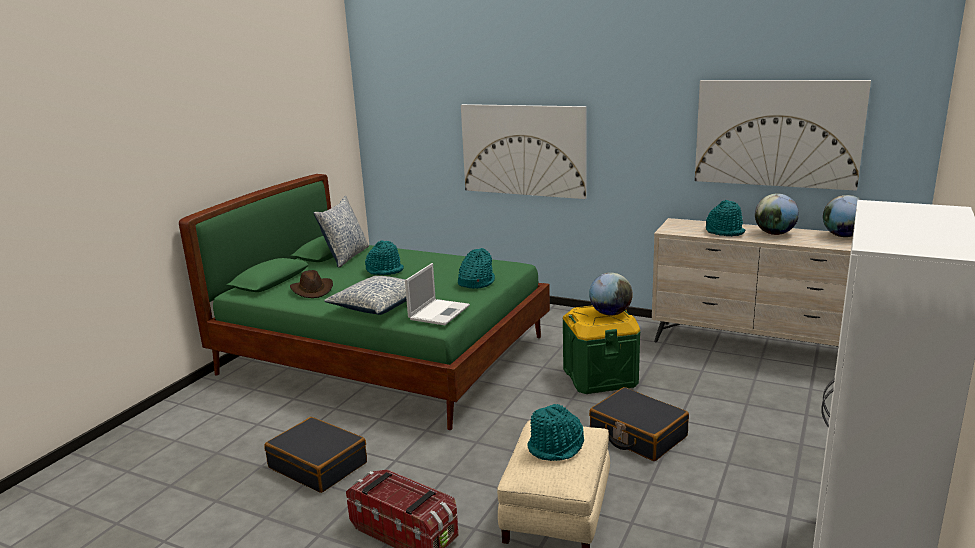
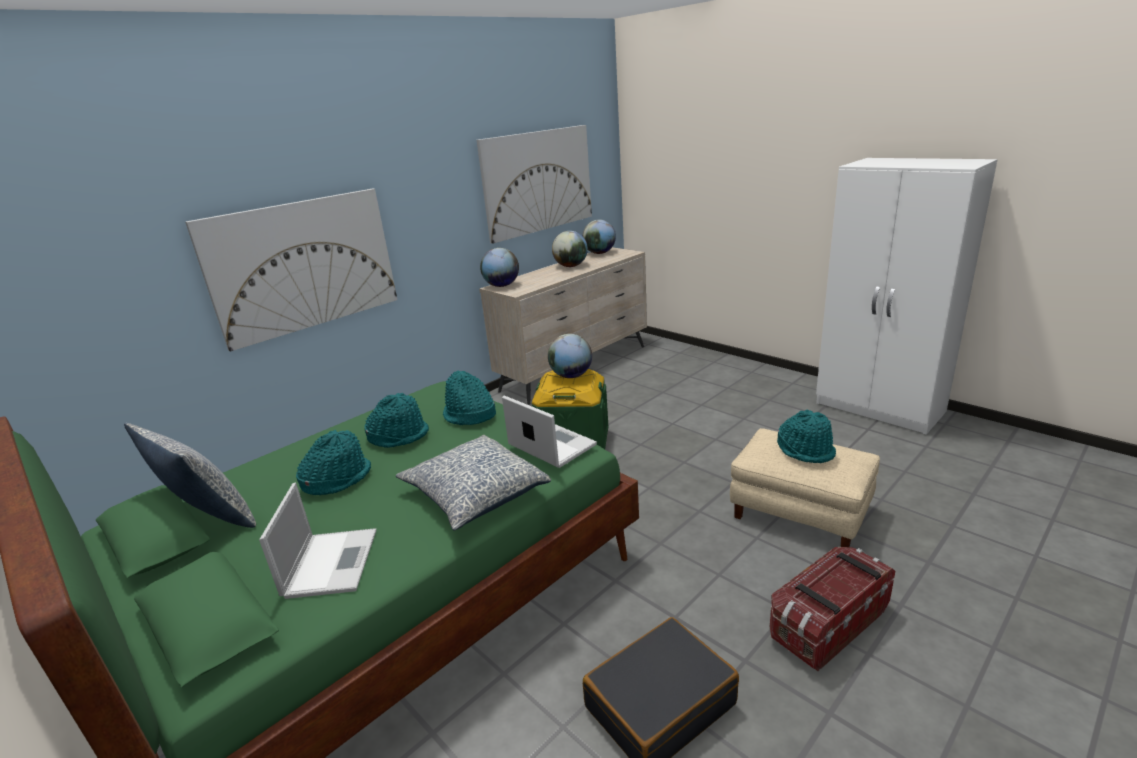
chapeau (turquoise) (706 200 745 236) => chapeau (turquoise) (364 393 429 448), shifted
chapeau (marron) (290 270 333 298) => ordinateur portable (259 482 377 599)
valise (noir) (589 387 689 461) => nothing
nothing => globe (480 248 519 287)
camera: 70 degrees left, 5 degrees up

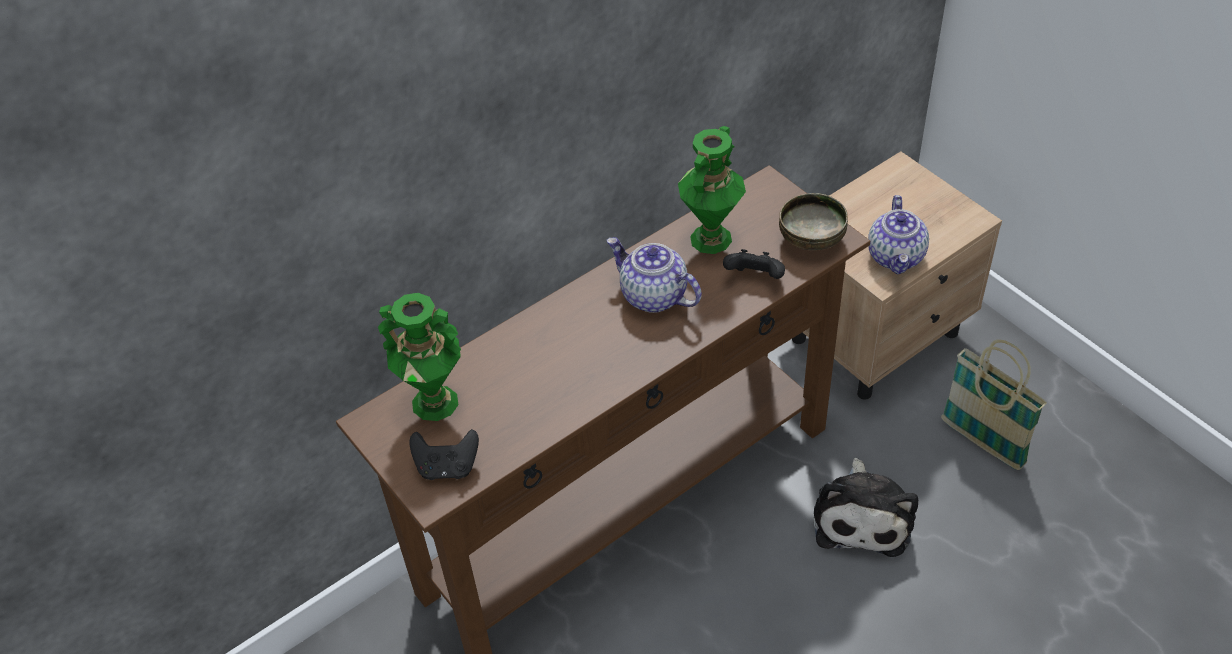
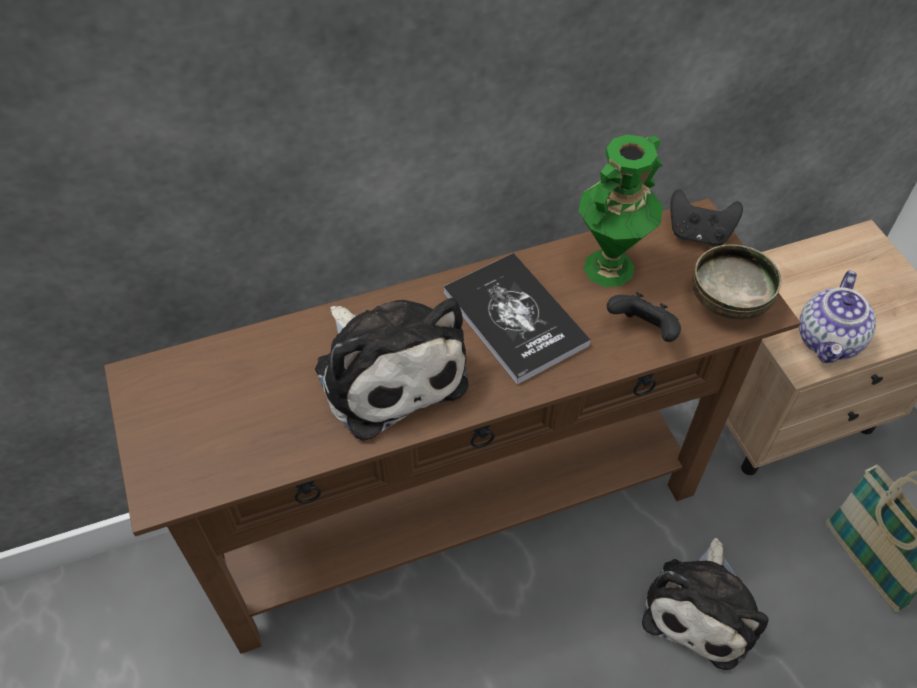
théière (607 237 702 313) => livre (443 253 591 385)
vase (vert) (378 293 461 421) => nothing
manette (noir) (410 429 479 480) => manette (noir) (670 189 743 246), shifted
nothing => peluche (315 298 469 441)
camera: 15 degrees right, 5 degrees up

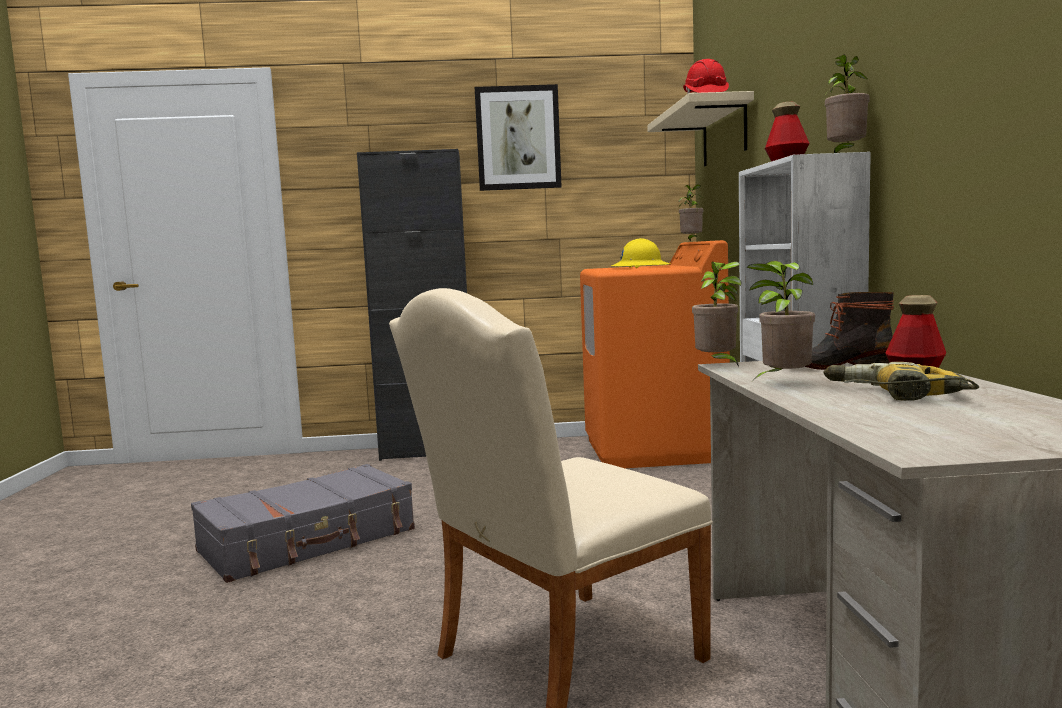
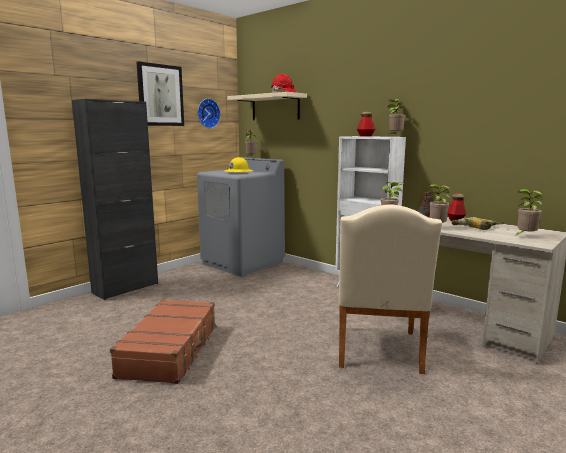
lave-linge (orange) (580 240 730 468) => lave-linge (gris) (197 157 285 276)
valise (gris) (191 464 415 583) => valise (marron) (110 299 217 384)
nothing => horloge murale (198 99 221 128)
nothing => plante en pot (514 189 543 237)
camera: 45 degrees left, 5 degrees up

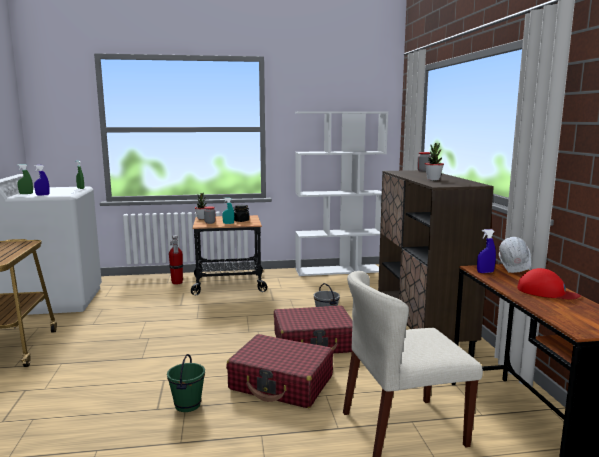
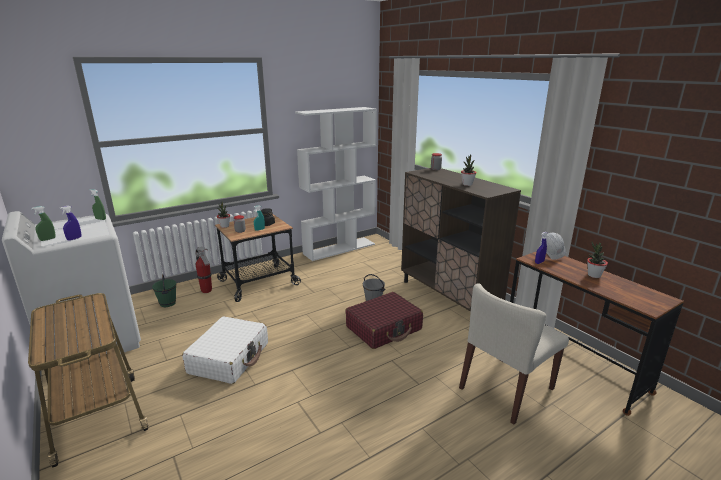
casquette (rouge) (517 268 581 300) => plante en pot (587 242 608 278)
valise (rouge) (226 334 333 408) => nothing
seau (vert) (167 354 205 412) => seau (vert) (152 274 176 307), shifted
nothing => valise (blanc) (182 316 268 384)
camera: 25 degrees left, 10 degrees up

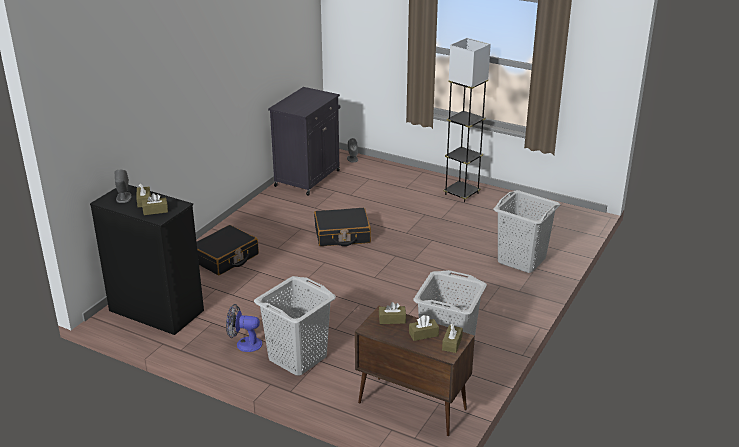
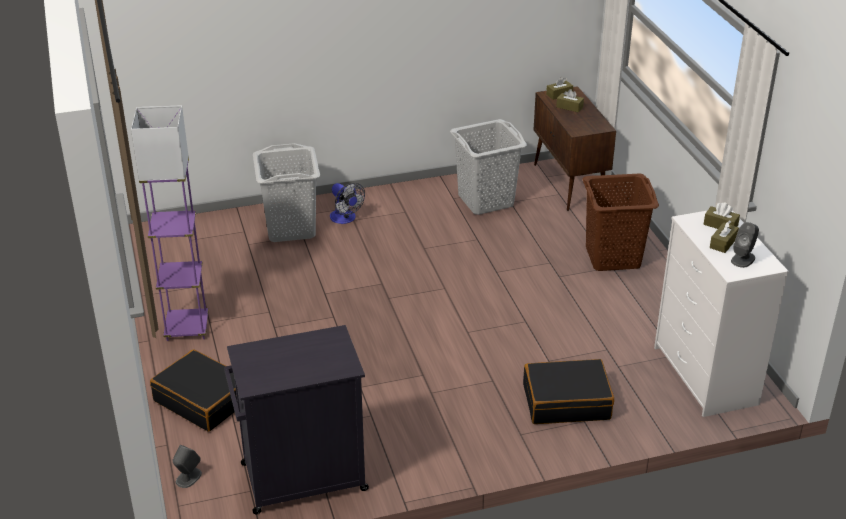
lampadaire (gris) (443 38 491 202) => lampadaire (violet) (131 105 209 341)
commode (noir) (90 185 204 335) => commode (blanc) (654 210 789 417)
valise (noir) (314 208 371 246) => valise (noir) (150 349 237 432), shifted
panier à linge (gris) (254 276 336 376) => panier à linge (marron) (582 174 659 271)
boîte à mouchoirs (marron) (379 302 406 324) => nothing
ventilateur (226 304 262 352) => ventilateur (330 183 365 224), shifted
camera: 135 degrees left, 5 degrees up

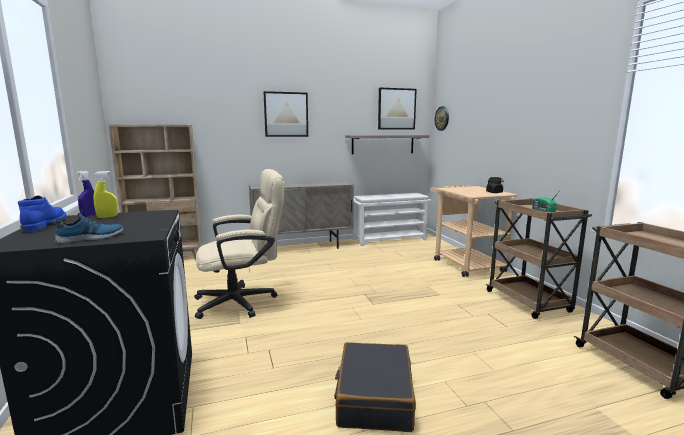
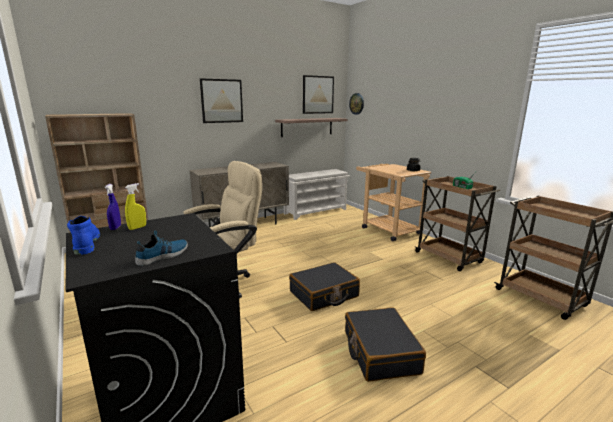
nothing => valise (noir) (289 262 360 311)
camera: 15 degrees left, 5 degrees up

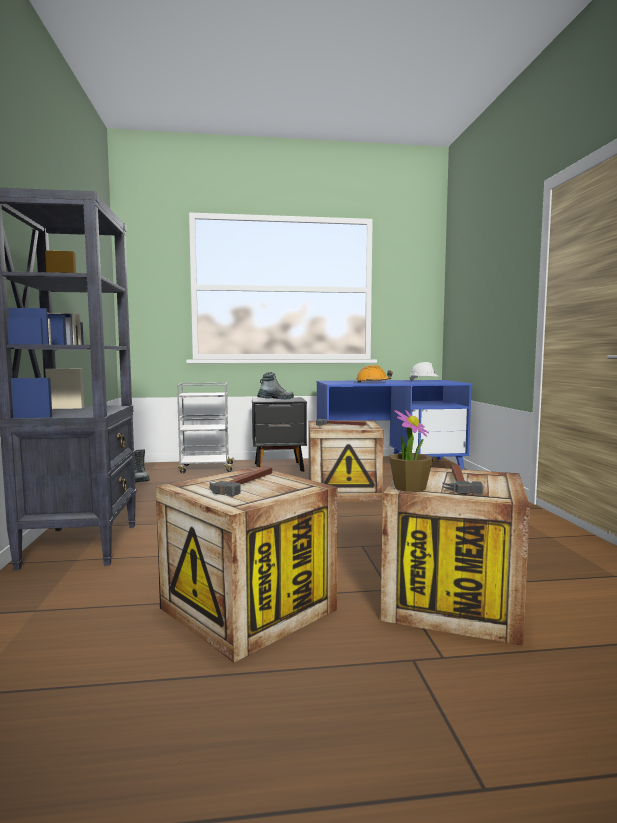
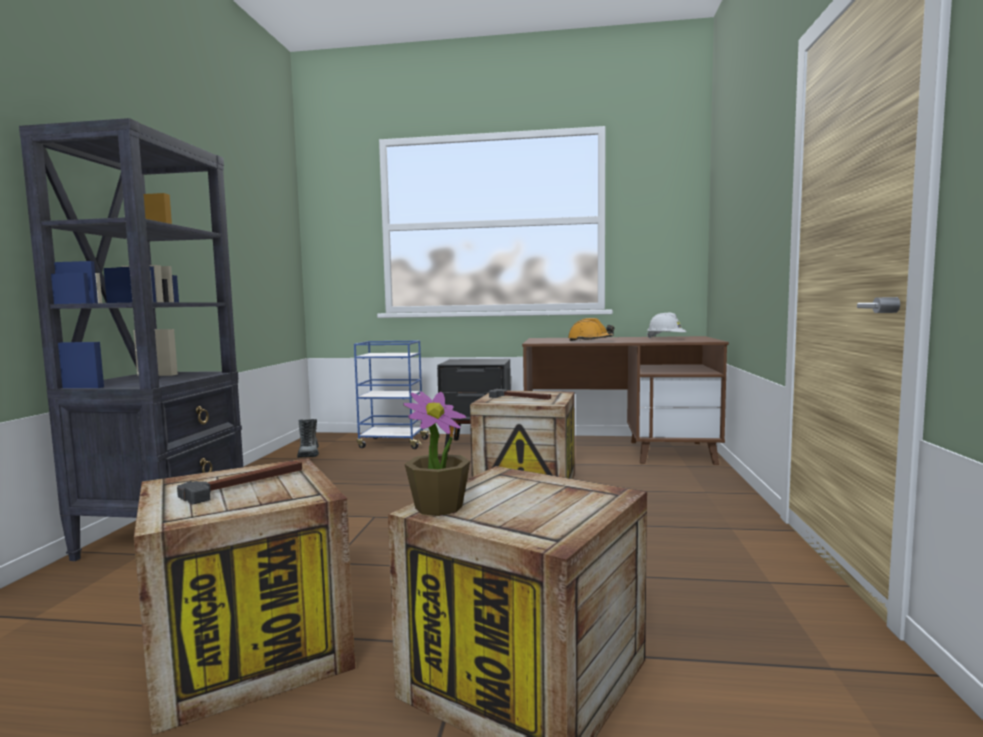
botte (257 372 294 400) => nothing
bureau (bleu) (316 380 473 470) => bureau (marron) (522 336 729 465)
chariot (gris) (177 382 235 473) => chariot (bleu) (354 341 431 449)
marteau (442 465 484 495) => nothing
camera: 15 degrees right, 0 degrees up

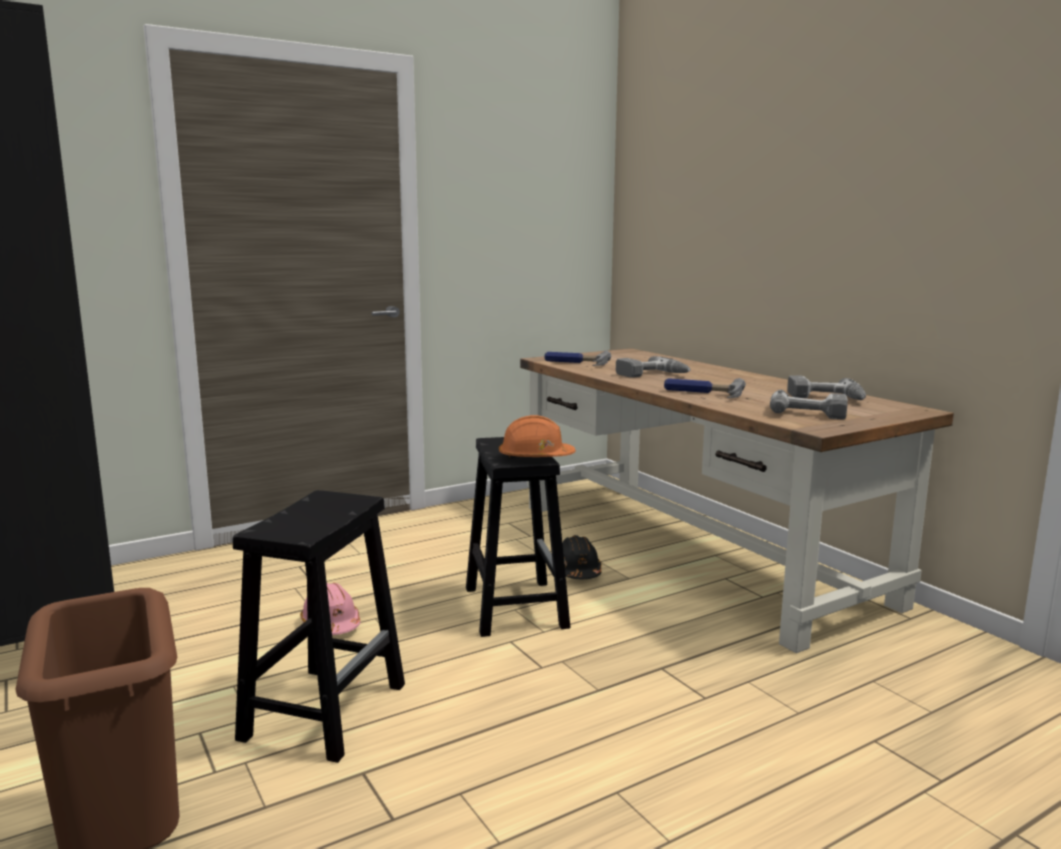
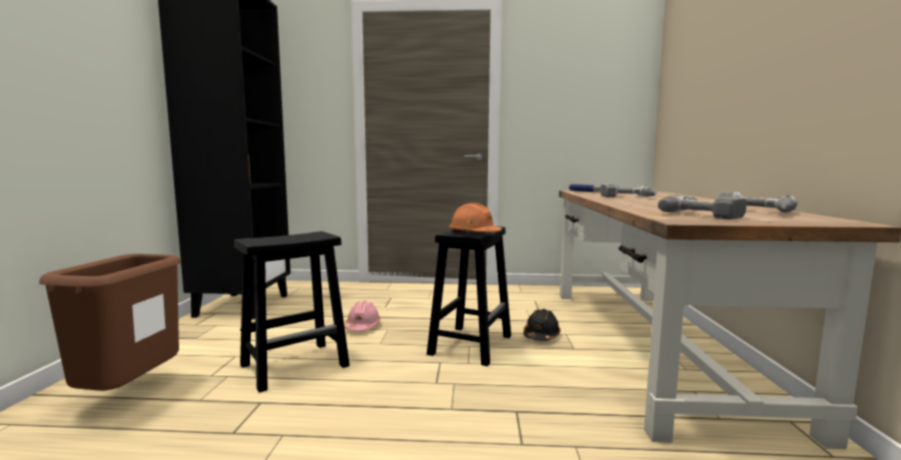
marteau (664 378 746 398) => nothing
camera: 35 degrees right, 5 degrees down

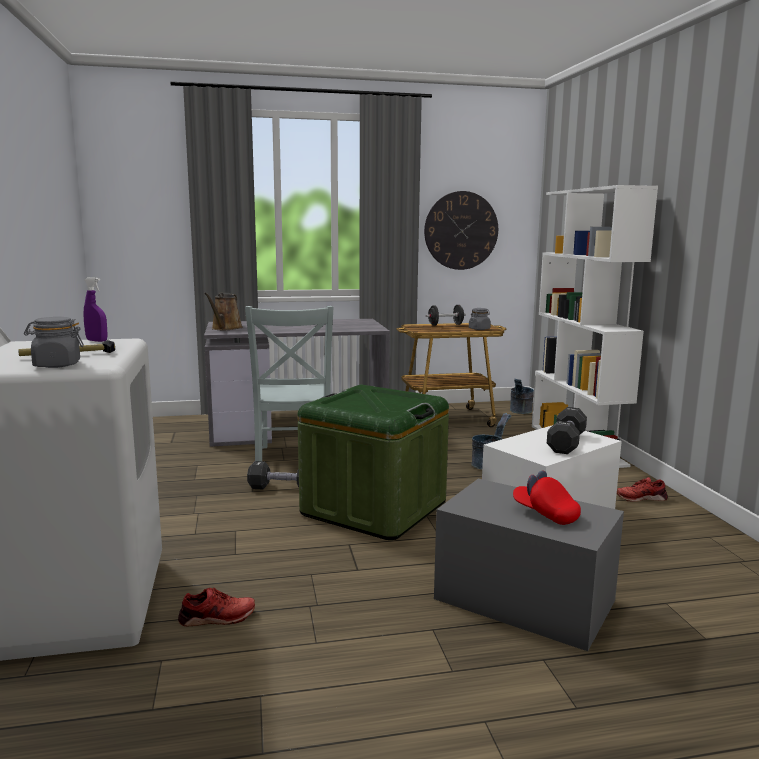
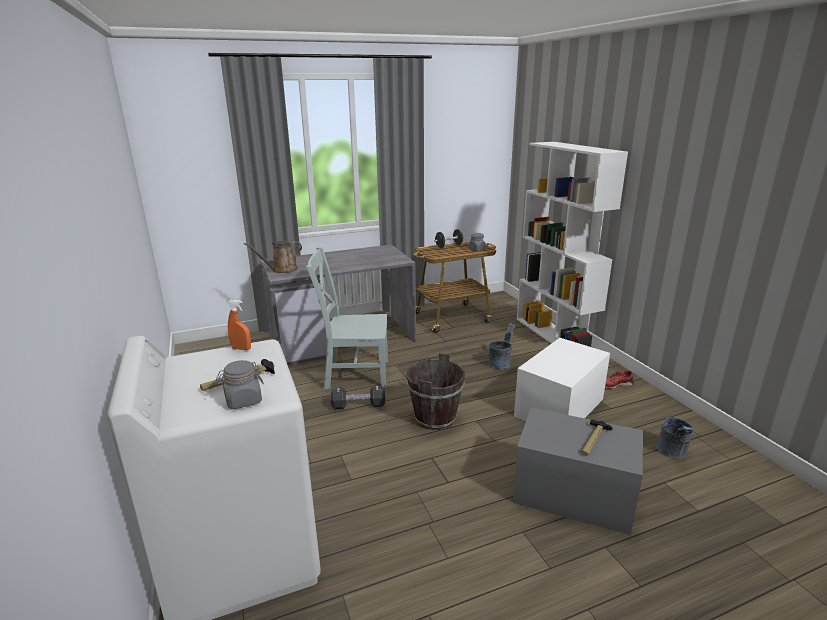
horloge murale (424 191 498 270) => nothing
vaporisateur (violet) (84 277 107 342) => vaporisateur (orange) (227 300 251 350)
arrosoir (marron) (204 292 243 330) => arrosoir (marron) (244 241 302 273), 60 degrees clockwise
chaise (gris) (245 306 333 461) => chaise (gris) (306 247 388 390), 105 degrees clockwise
seau (gris) (510 379 534 414) => seau (gris) (656 417 694 458), shifted
boîte de rangement (vert) (298 385 449 540) => seau (marron) (407 353 465 430)
haltère (noir) (547 407 587 454) => nothing
casquette (rouge) (513 470 581 525) => marteau (582 420 613 455)
chaussure (rouge) (178 588 255 626) => nothing
camera: 10 degrees left, 10 degrees up

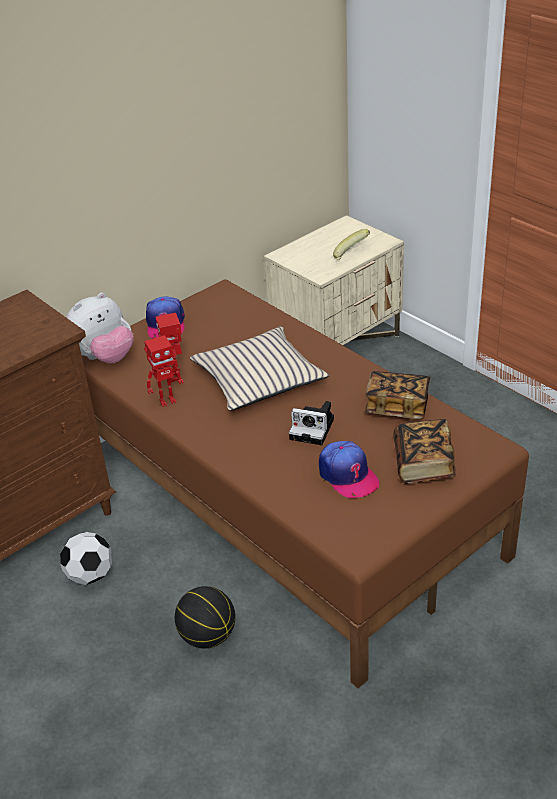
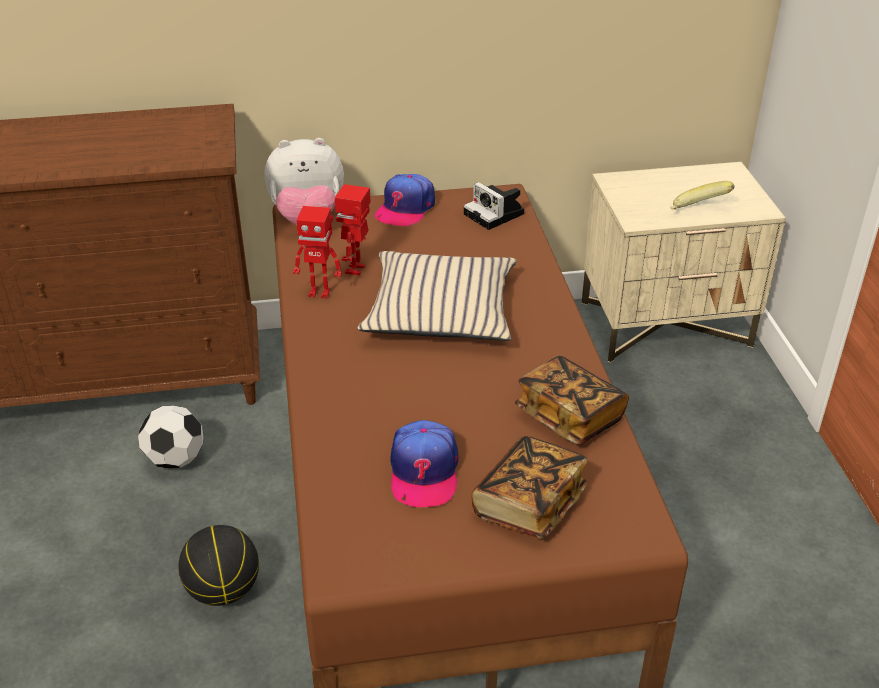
appareil photo (289 401 334 445) => appareil photo (464 182 525 230), shifted
camera: 30 degrees right, 0 degrees up

